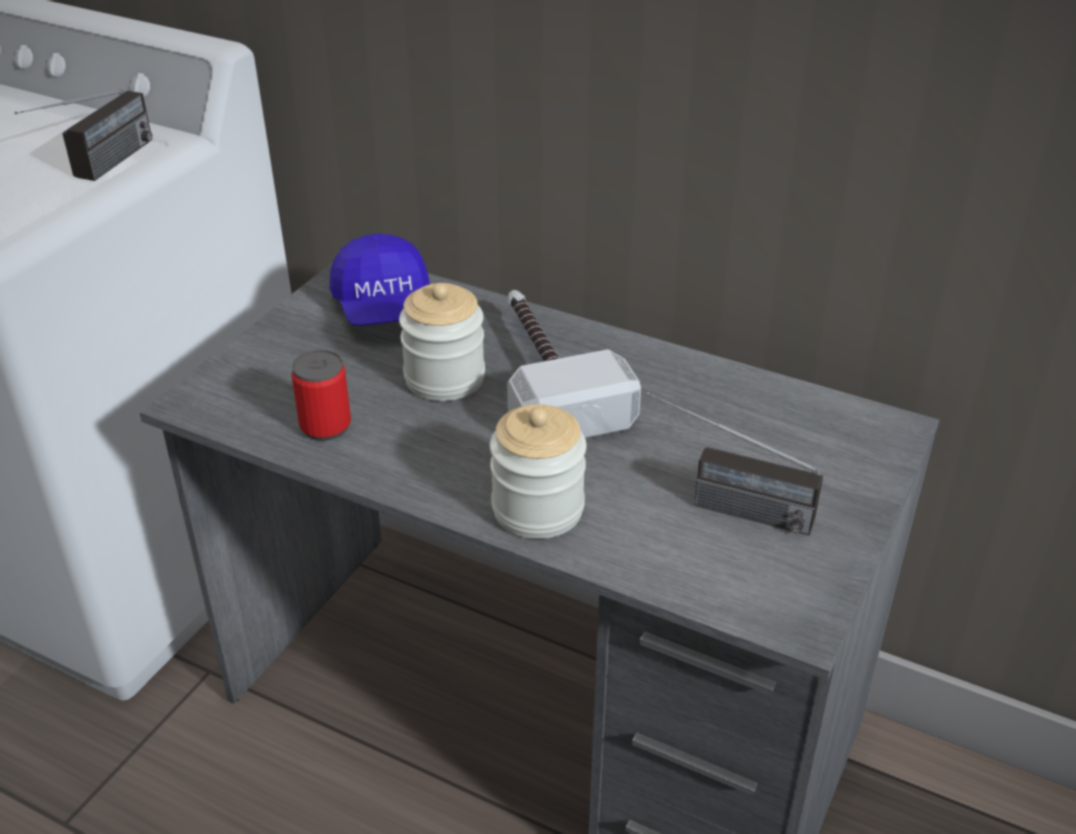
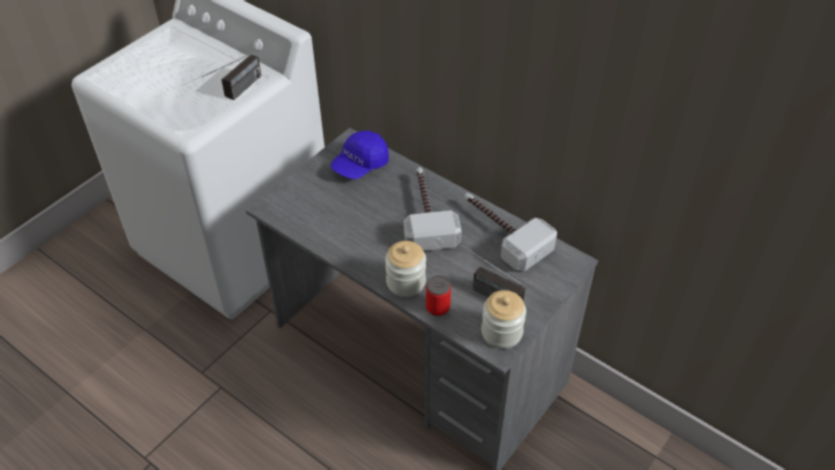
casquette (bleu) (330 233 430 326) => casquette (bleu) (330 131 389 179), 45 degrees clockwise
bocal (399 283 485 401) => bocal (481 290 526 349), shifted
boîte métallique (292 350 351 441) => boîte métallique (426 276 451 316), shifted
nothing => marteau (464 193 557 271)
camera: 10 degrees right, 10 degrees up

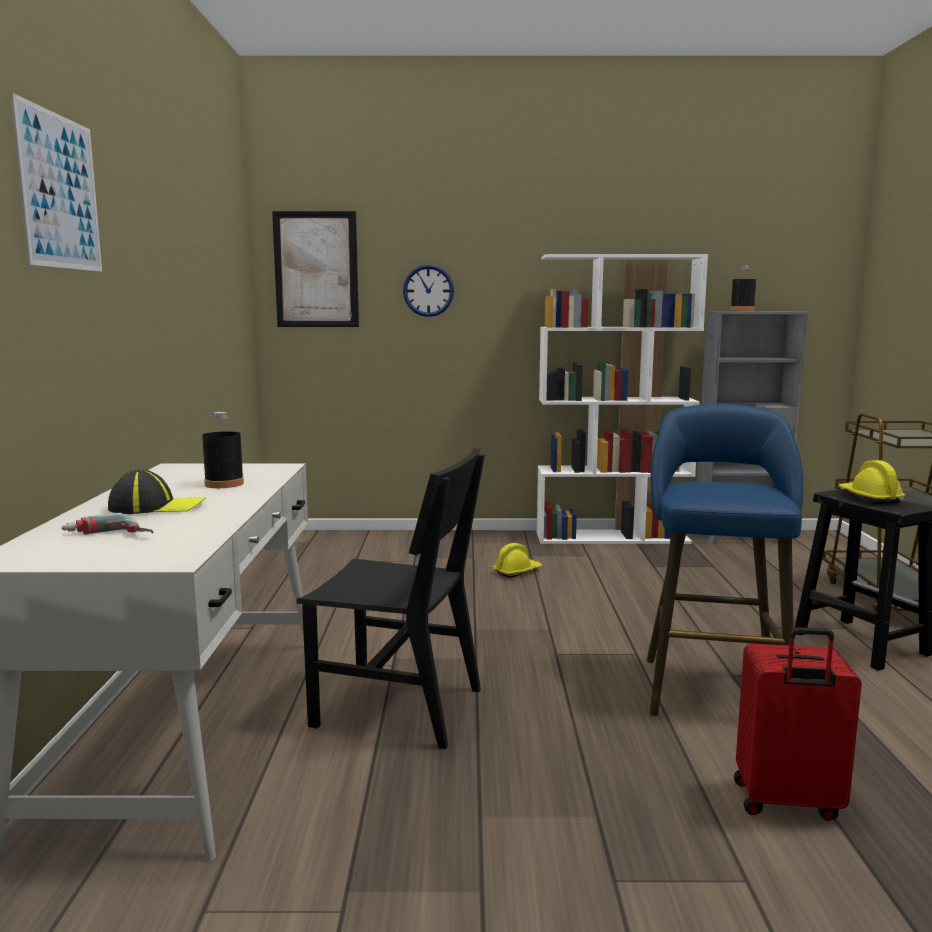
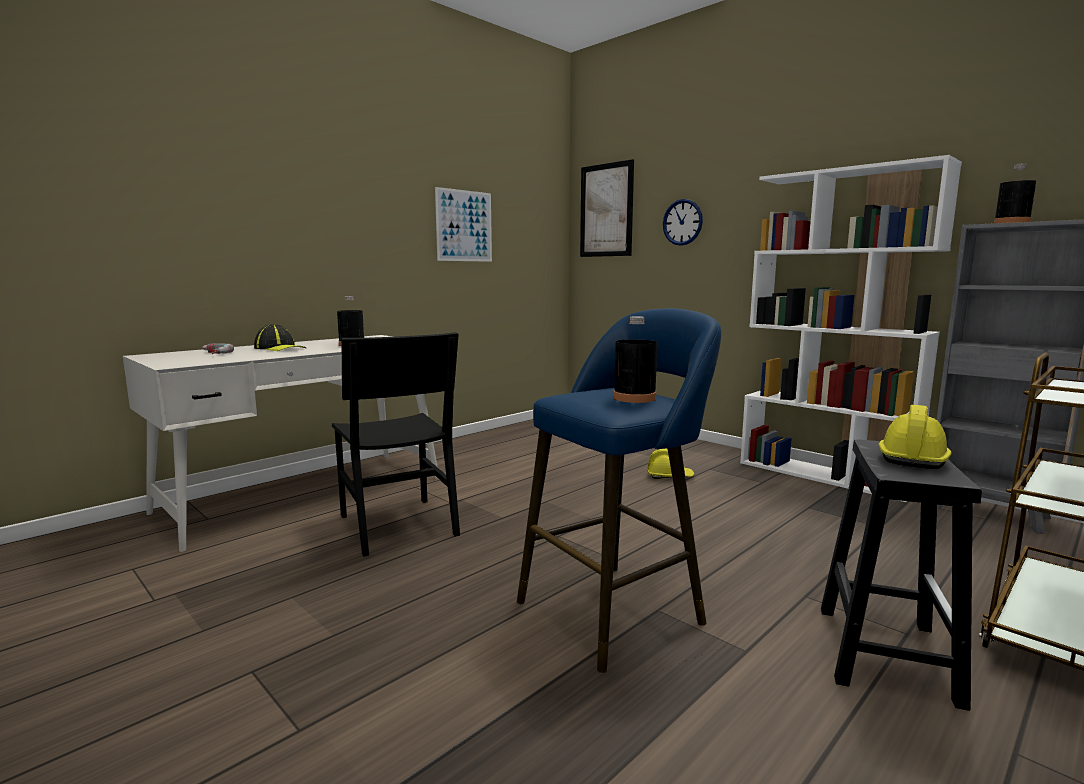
tableau (10 93 102 272) => tableau (435 187 492 262), shifted
valise (rouge) (734 627 862 821) => nothing
nothing => bouteille (noir) (613 316 657 403)
camera: 45 degrees right, 0 degrees up

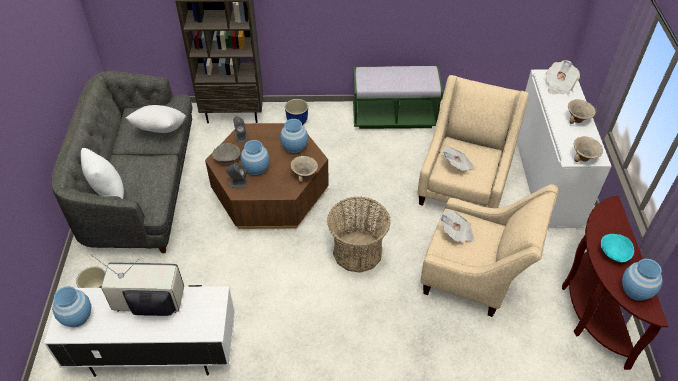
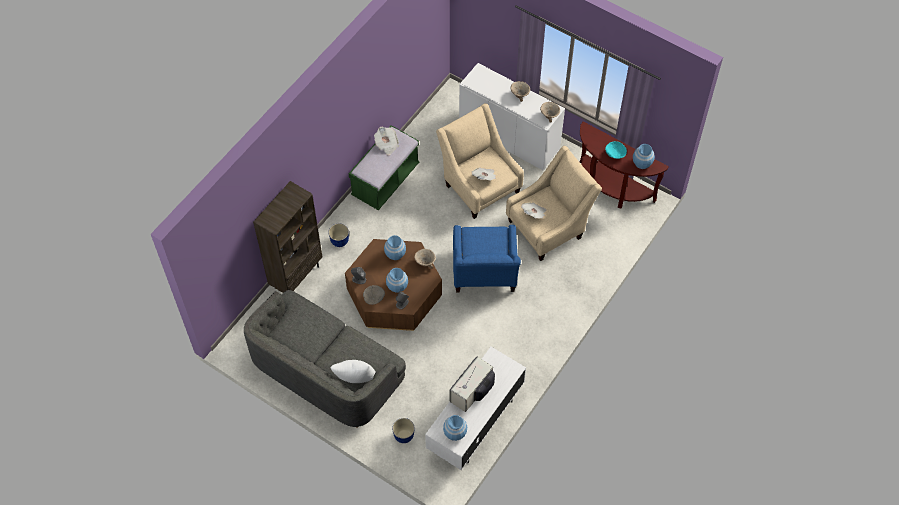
journal (546 60 580 94) => journal (374 126 399 155), shifted
coussin (blanc) (126 105 186 133) => nothing
panier (327 196 391 273) => fauteuil (bleu) (453 225 521 293)
camera: 55 degrees left, 10 degrees up

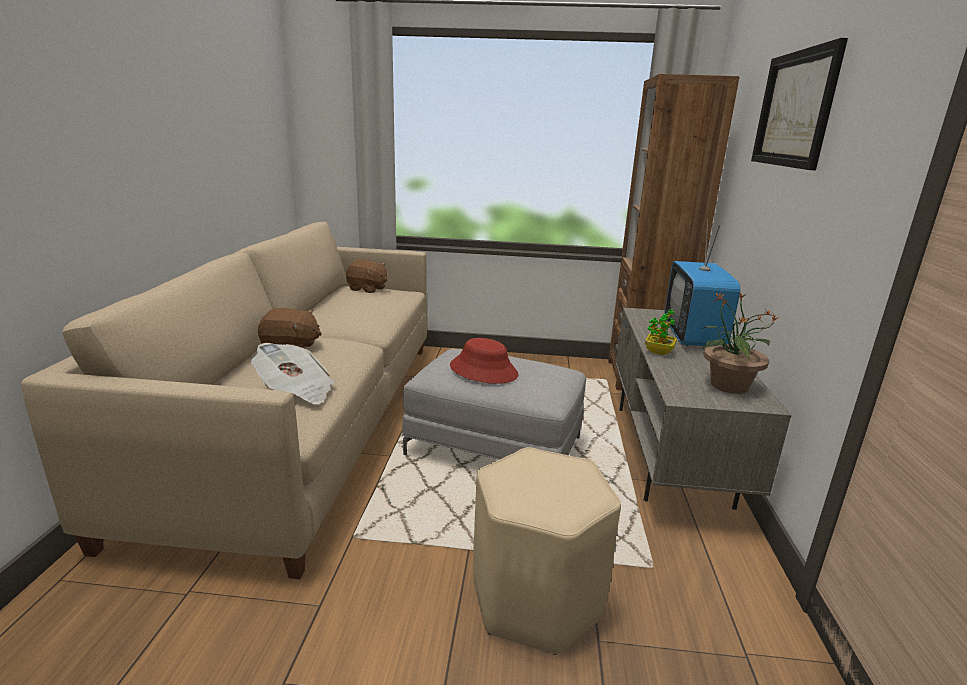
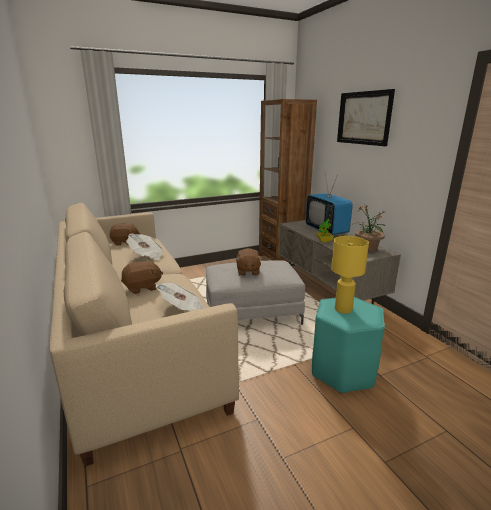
chapeau (rouge) (450 338 519 384) => peluche (marron) (236 248 262 276)
tabouret (beige) (473 447 621 655) => tabouret (turquoise) (312 297 385 394)
nothing => journal (126 234 164 260)
nothing => lampe de table (jaune) (331 236 369 314)
camera: 30 degrees left, 0 degrees up

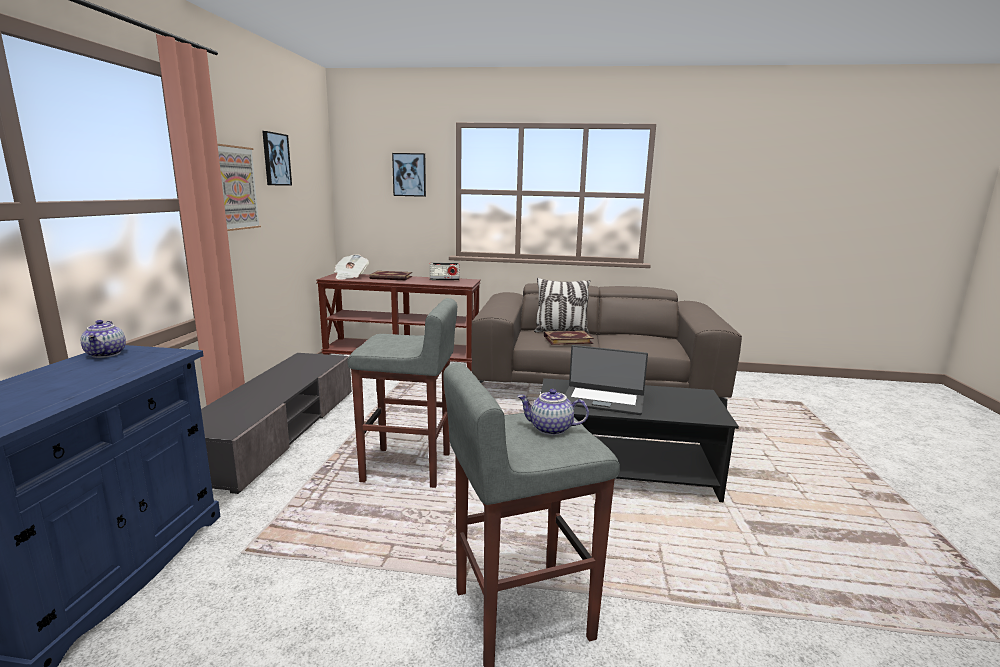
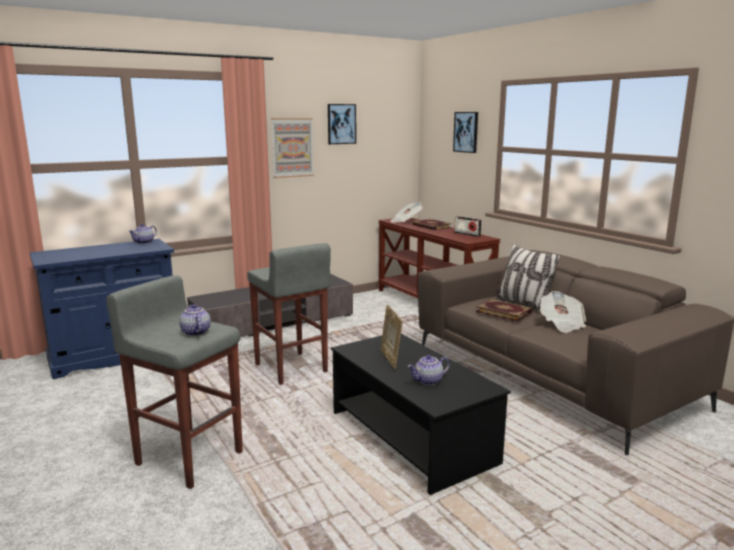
ordinateur portable (565 345 648 415) => cadre photo (380 304 403 369)
nothing => journal (540 291 586 333)
nothing => théière (408 355 450 386)
camera: 50 degrees right, 0 degrees up

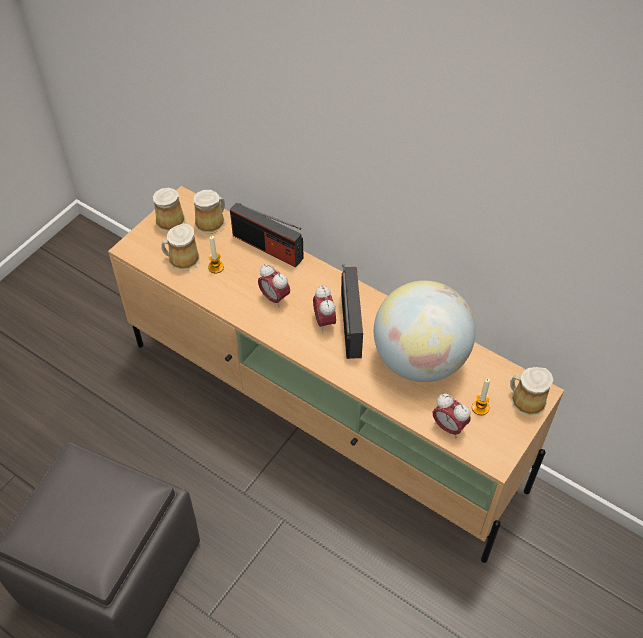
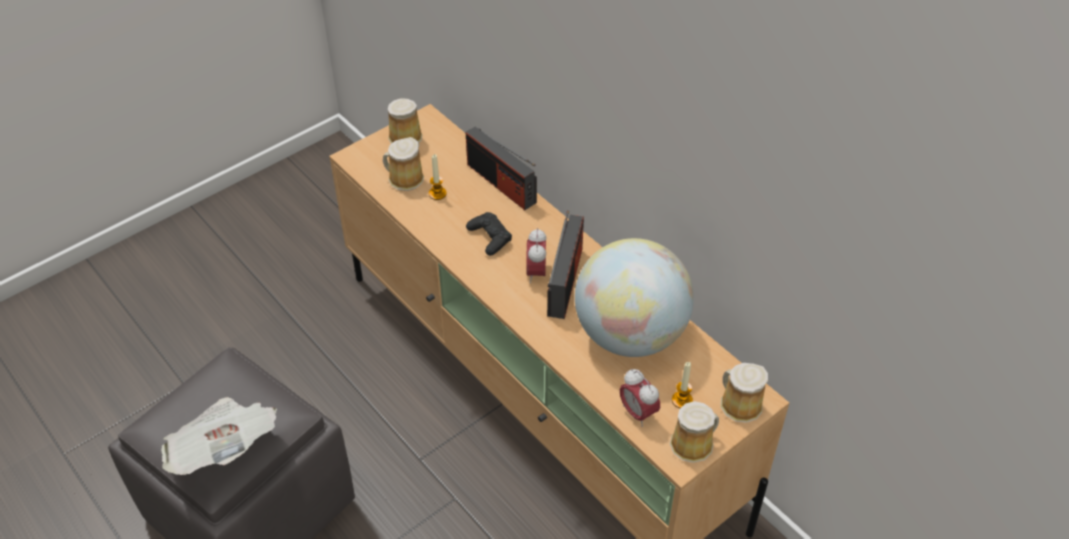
mug (193 190 225 234) => mug (670 401 719 463), shifted
réveil (258 264 290 308) => manette (noir) (466 212 512 256)
nothing => journal (161 397 277 475)
camera: 15 degrees right, 5 degrees down

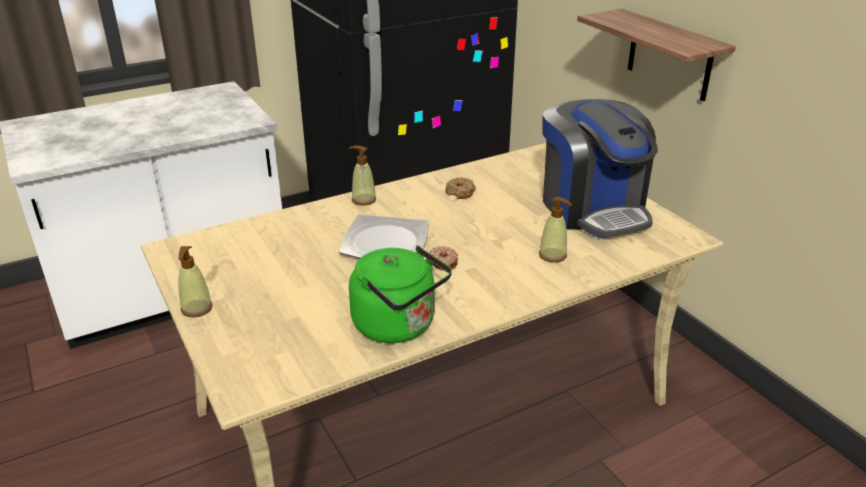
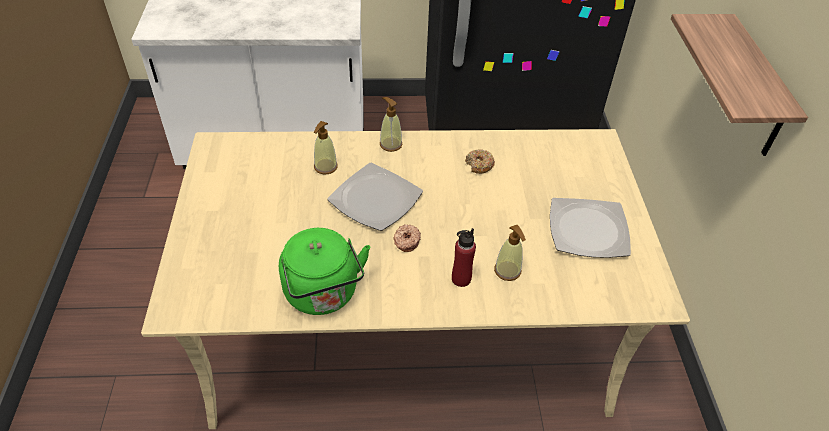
machine à café (542 99 658 239) => assiette (550 198 631 258)
distributeur de savon (178 246 212 317) => distributeur de savon (314 121 338 174), shifted
nothing => bouteille (rouge) (452 228 476 287)
camera: 25 degrees right, 15 degrees up

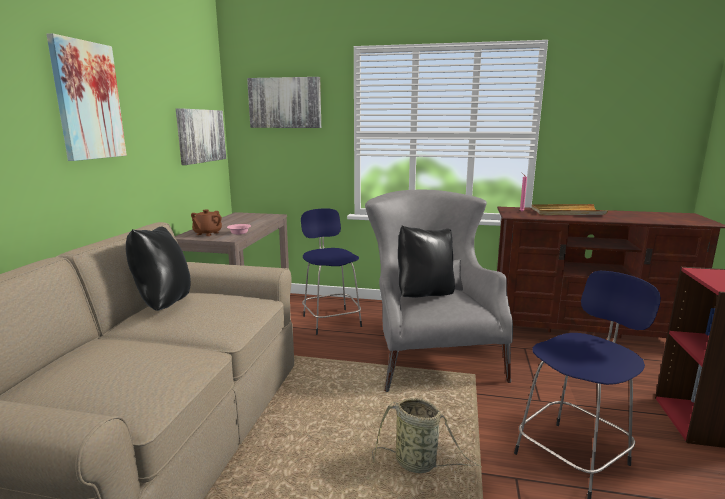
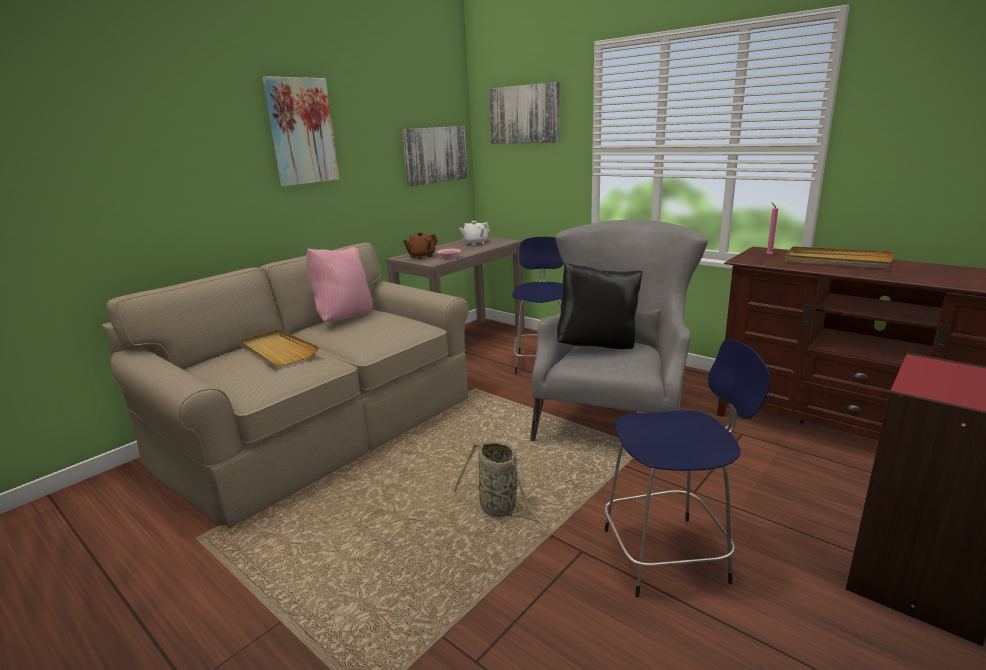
coussin (noir) (126 227 191 311) => coussin (rose) (306 247 373 322)
nothing => théière (blanc) (459 221 490 245)
nothing => plateau (beige) (239 330 319 366)
camera: 30 degrees right, 5 degrees up

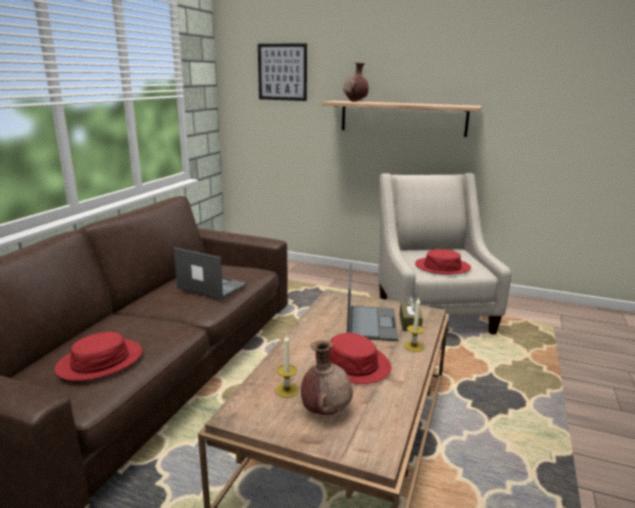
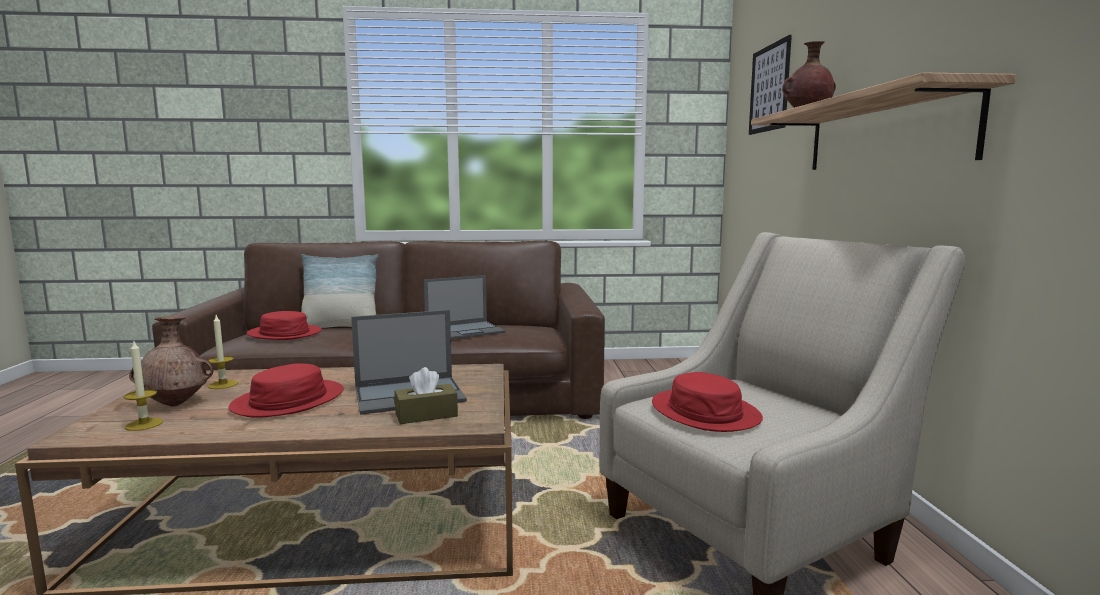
ordinateur portable (174 247 247 300) => ordinateur portable (424 275 505 339), 60 degrees clockwise
bougie (404 297 424 352) => bougie (124 342 163 431), shifted
nothing => coussin (301 254 379 328)
camera: 65 degrees right, 10 degrees down

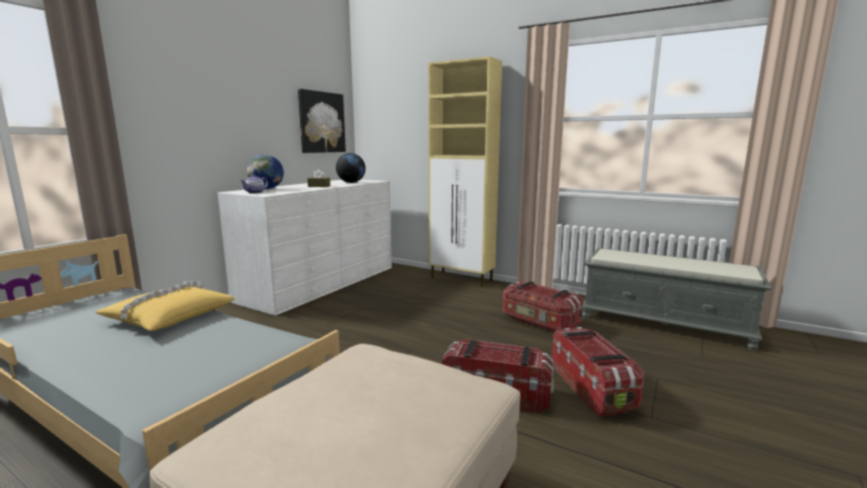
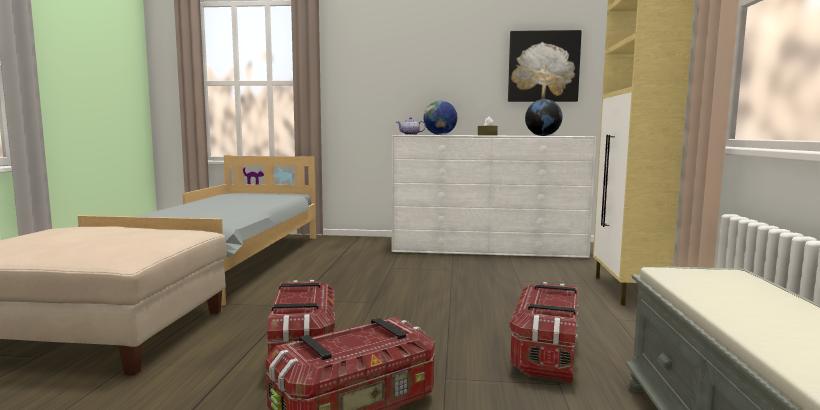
coussin (jaune) (96 281 235 331) => nothing
camera: 65 degrees right, 5 degrees down

